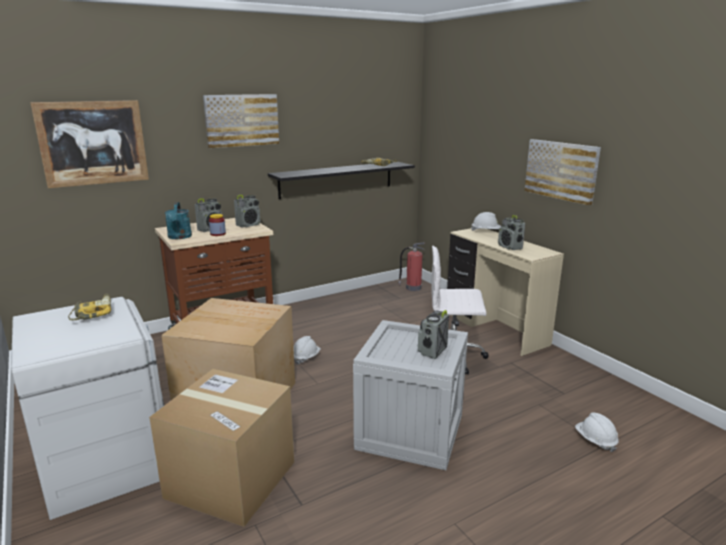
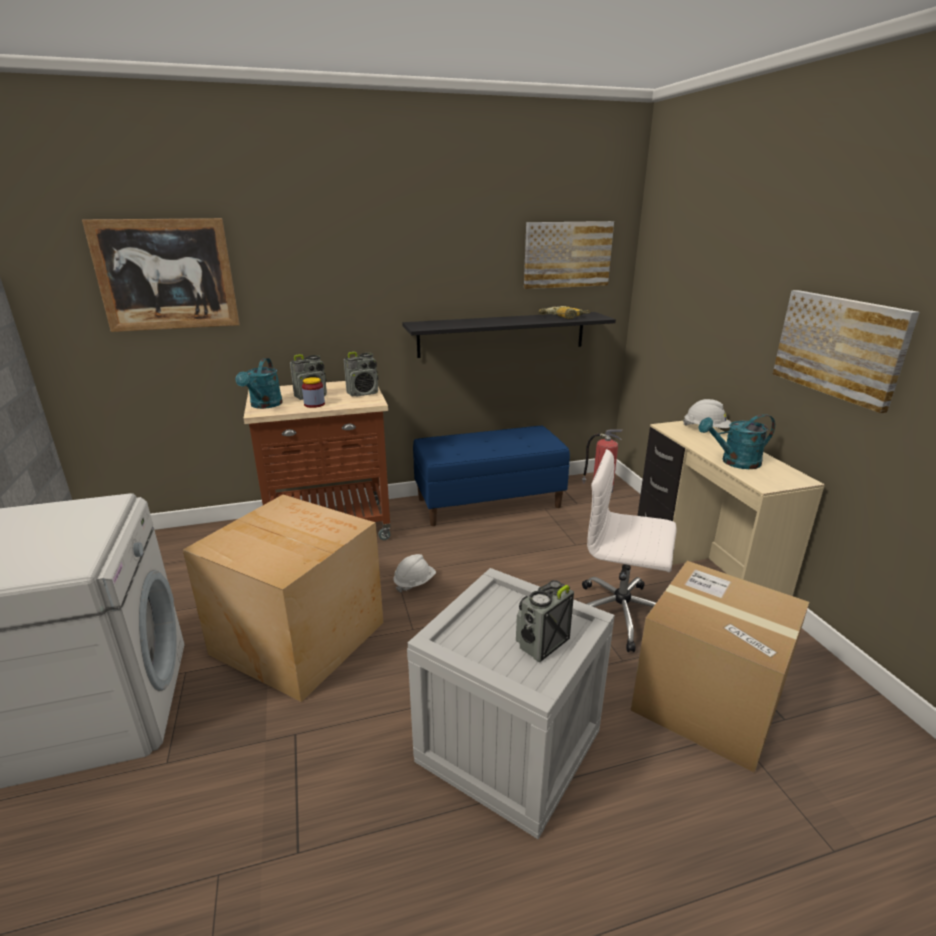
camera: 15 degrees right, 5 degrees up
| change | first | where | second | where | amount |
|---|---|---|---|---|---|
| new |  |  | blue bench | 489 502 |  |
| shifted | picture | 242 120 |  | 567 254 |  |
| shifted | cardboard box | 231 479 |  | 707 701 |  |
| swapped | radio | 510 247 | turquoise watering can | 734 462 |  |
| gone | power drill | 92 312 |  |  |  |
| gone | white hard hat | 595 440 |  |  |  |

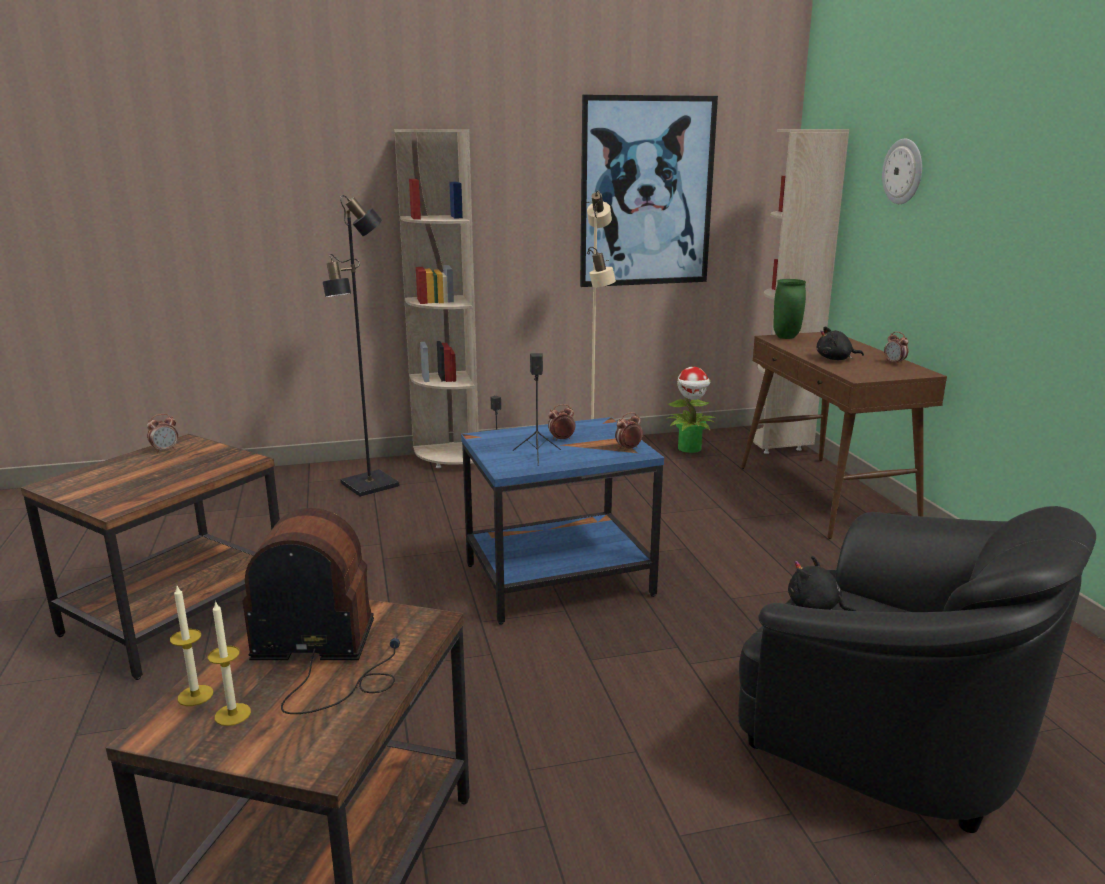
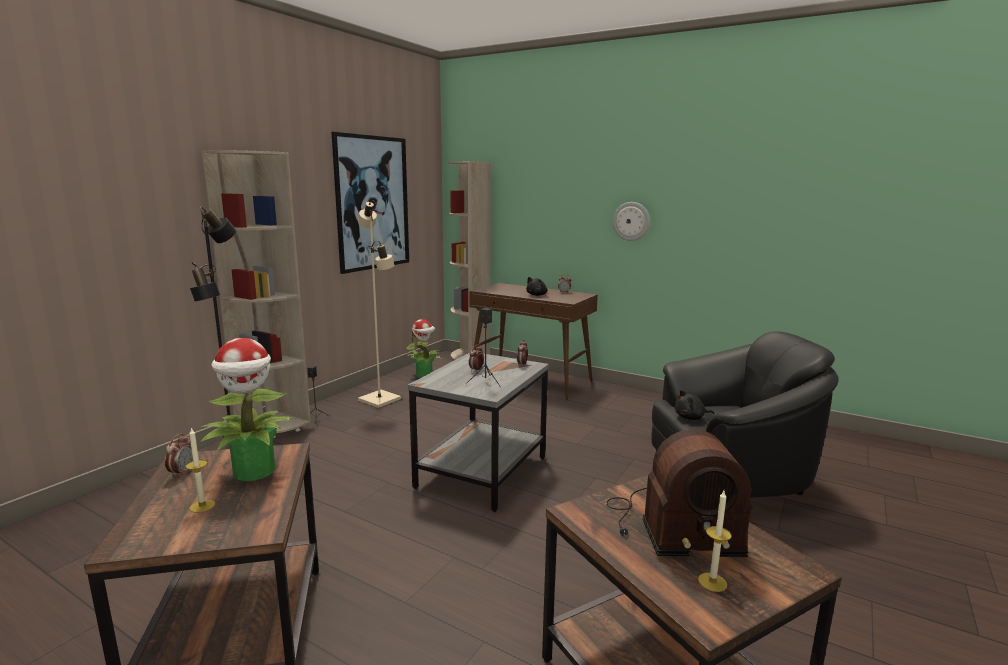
camera: 45 degrees left, 5 degrees down
| change | first | where | second | where | amount |
|---|---|---|---|---|---|
| shifted | candle | 195 695 |  | 202 506 |  |
| new |  |  | potted plant | 254 471 |  |
| repainted | blue side table | 558 581 | grey side table | 483 473 |  |
| rotated | radio | 326 658 |  | 670 526 | 135 degrees counterclockwise |
| shifted | wall clock | 903 171 |  | 631 221 |  |
| gone | green vase | 787 337 |  |  |  |

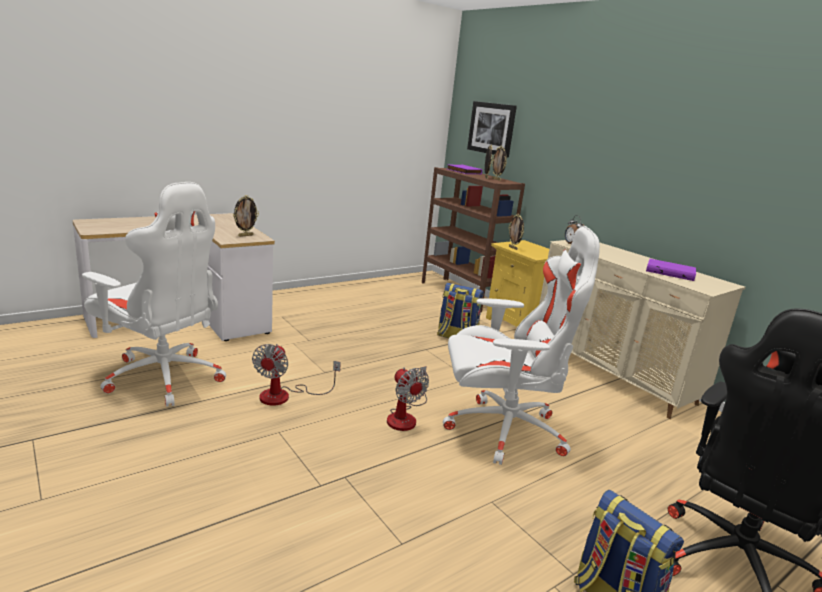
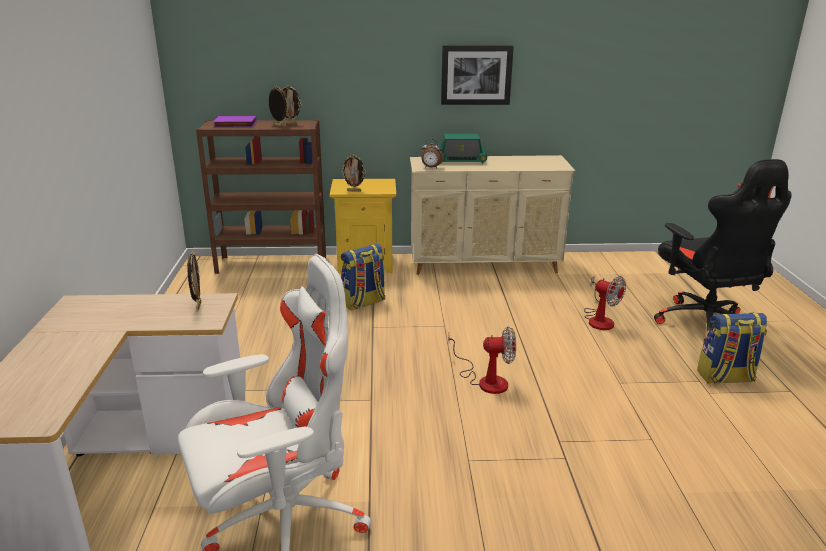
camera: 55 degrees left, 5 degrees up
| change | first | where | second | where | amount |
|---|---|---|---|---|---|
| shifted | picture | 491 128 |  | 476 75 |  |
| new |  |  | radio | 461 160 |  |
| shifted | fan | 285 396 |  | 599 319 |  |
| gone | white office chair | 496 430 |  |  |  |
| gone | purple book | 670 272 |  |  |  |

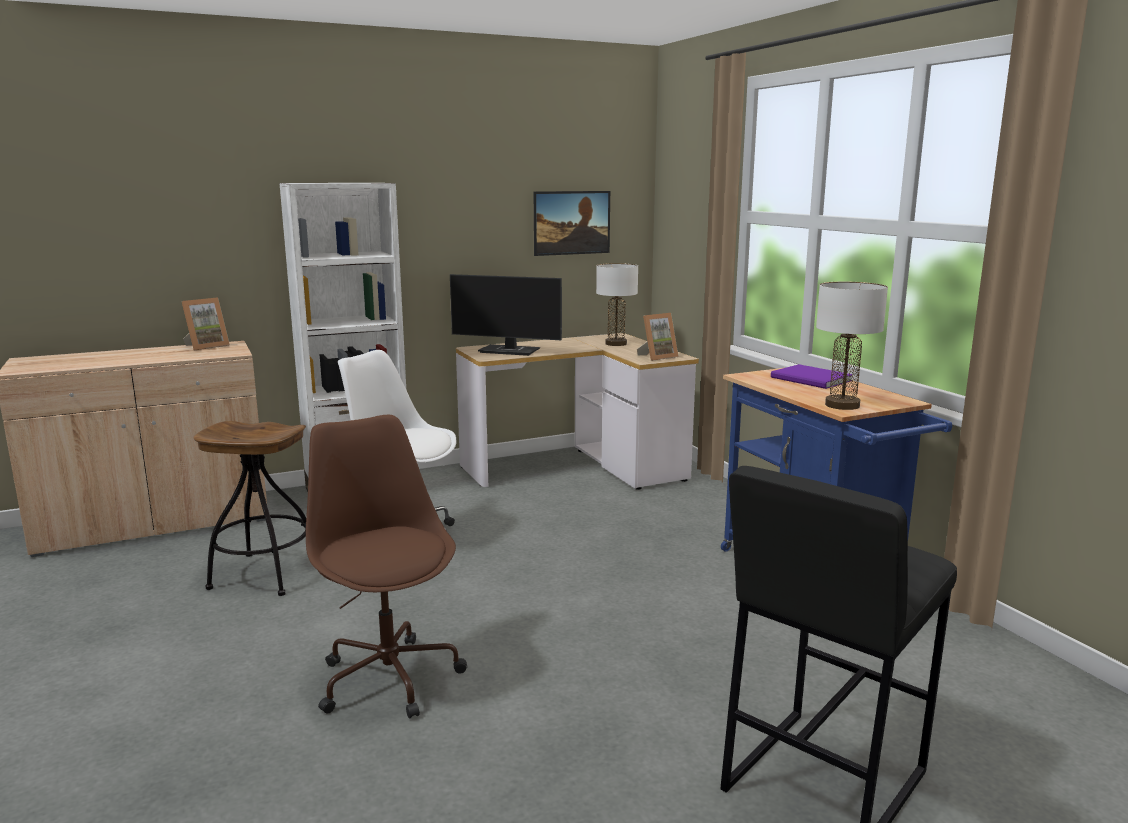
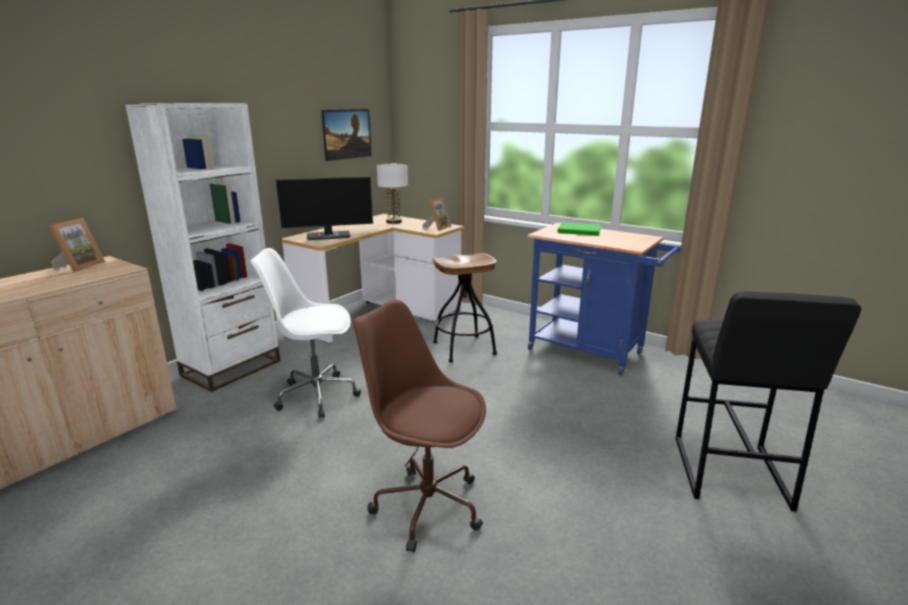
camera: 30 degrees left, 5 degrees up
| change | first | where | second | where | amount |
|---|---|---|---|---|---|
| shifted | brown stool | 264 573 |  | 463 348 |  |
| repainted | purple book | 812 379 | green book | 580 231 |  |
| gone | table lamp | 841 405 |  |  |  |

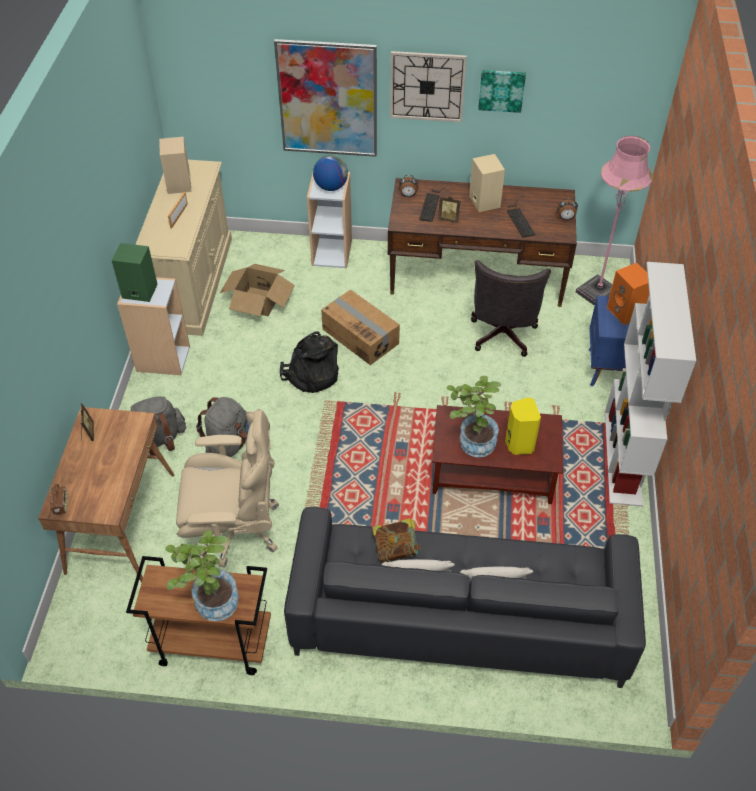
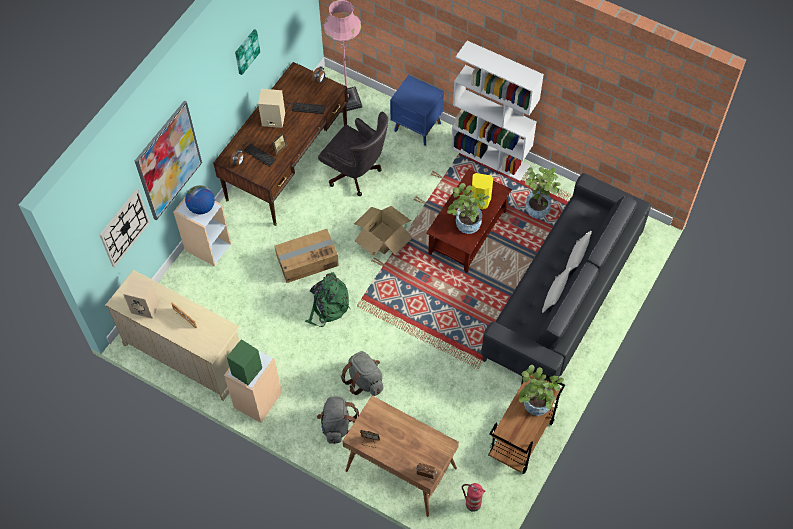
camera: 65 degrees left, 10 degrees up
| change | first | where | second | where | amount |
|---|---|---|---|---|---|
| shifted | wall clock | 427 86 |  | 124 227 |  |
| repainted | black backpack | 311 375 | green backpack | 328 306 |  |
| shifted | cardboard box | 258 301 |  | 383 238 |  |
| new |  |  | fire extinguisher | 472 504 |  |
| new |  |  | potted plant | 538 206 |  |
| gone | beige office chair | 233 529 |  |  |  |
| gone | book | 396 549 |  |  |  |
| gone | orange speaker | 626 312 |  |  |  |

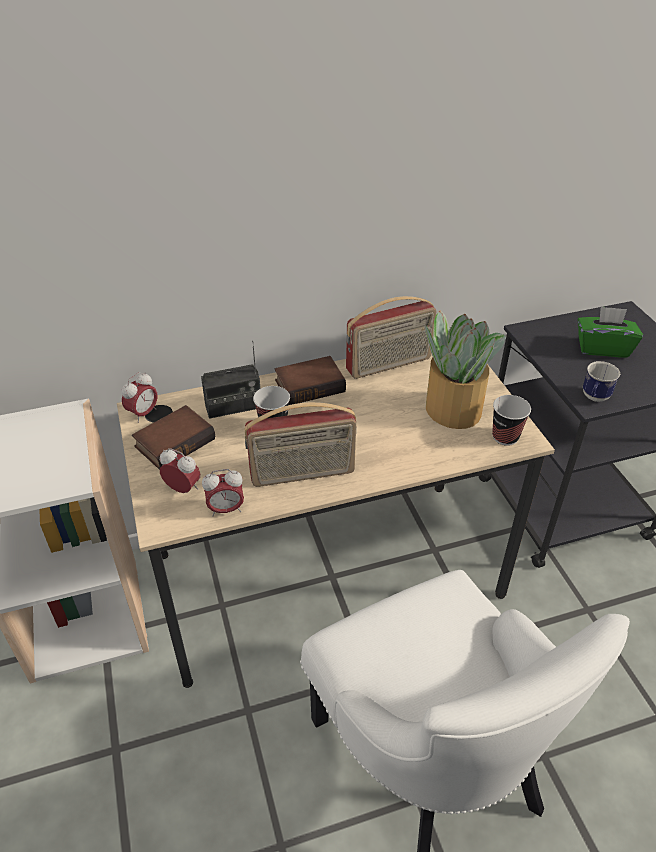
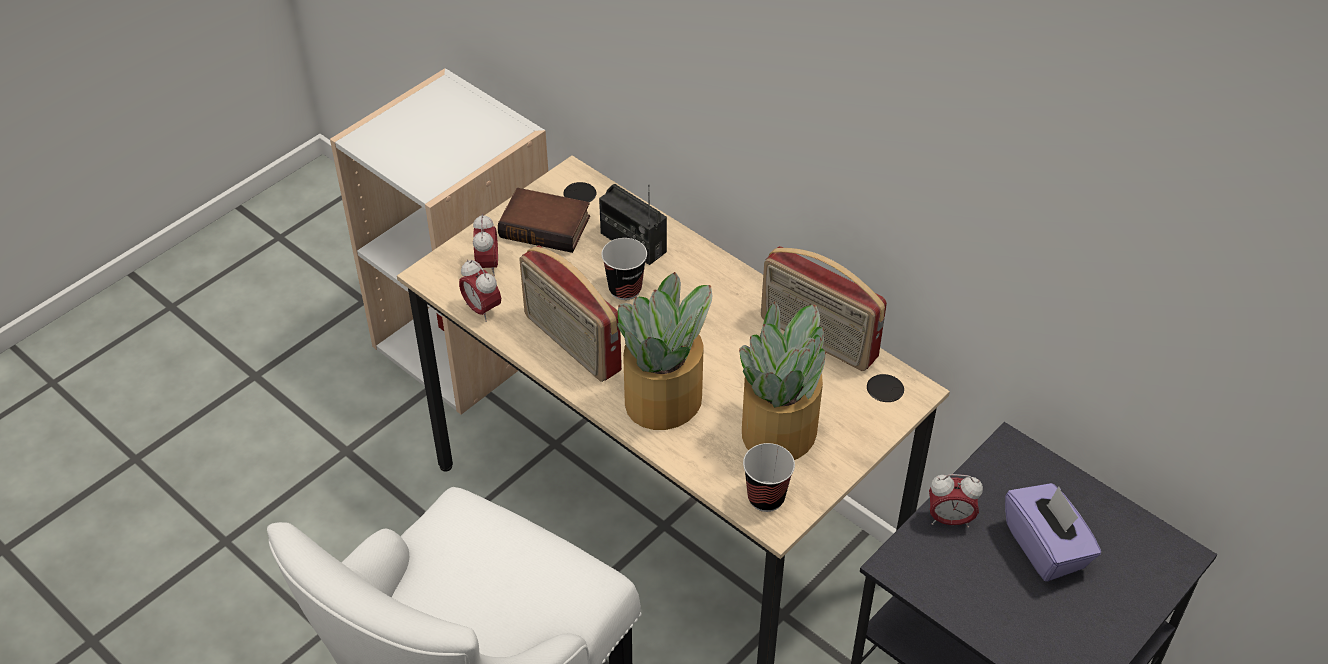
camera: 60 degrees right, 5 degrees up
| change | first | where | second | where | amount |
|---|---|---|---|---|---|
| new |  |  | potted plant | 665 399 |  |
| shifted | alarm clock | 143 413 |  | 949 519 |  |
| repainted | green tissue box | 602 348 | purple tissue box | 1046 547 |  |
| gone | book | 310 384 |  |  |  |
| gone | mug | 594 398 |  |  |  |

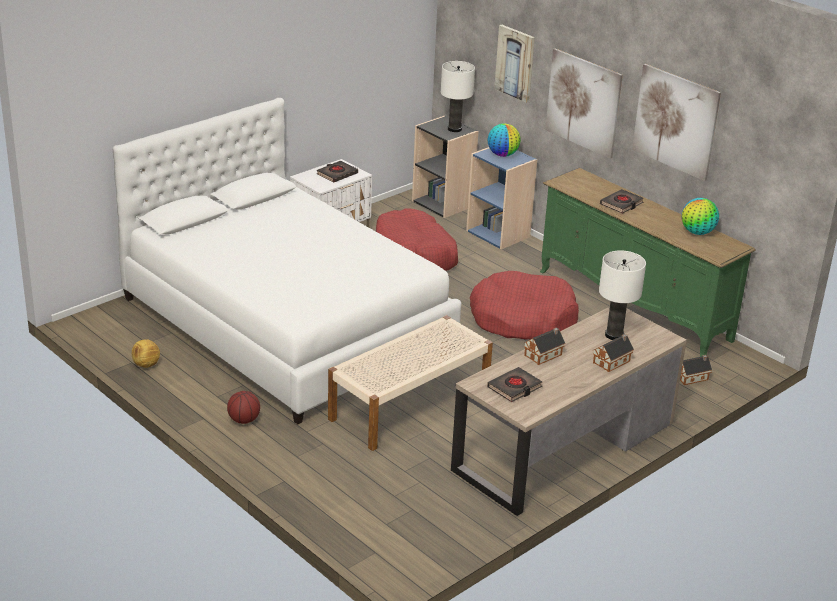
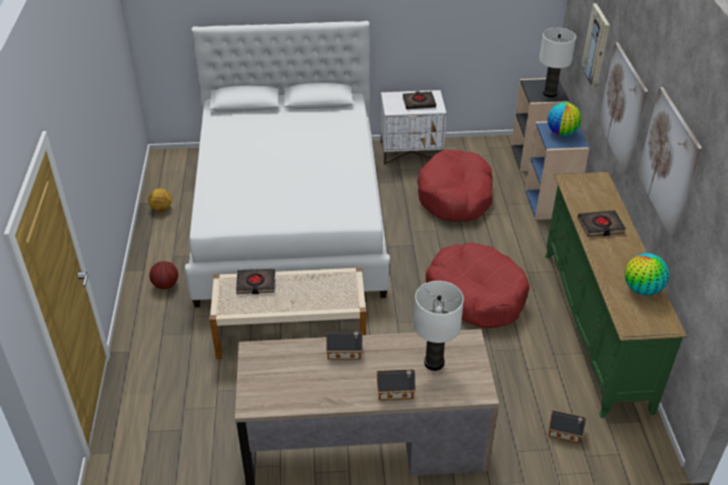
camera: 40 degrees right, 10 degrees up
| change | first | where | second | where | amount |
|---|---|---|---|---|---|
| shifted | black book | 514 388 |  | 256 283 |  |

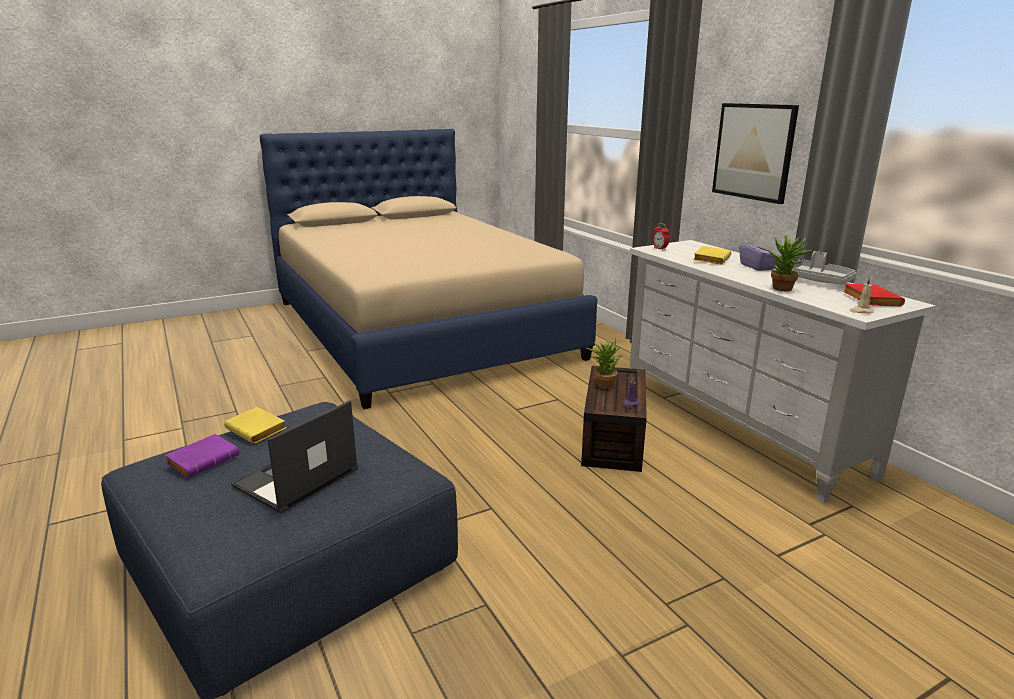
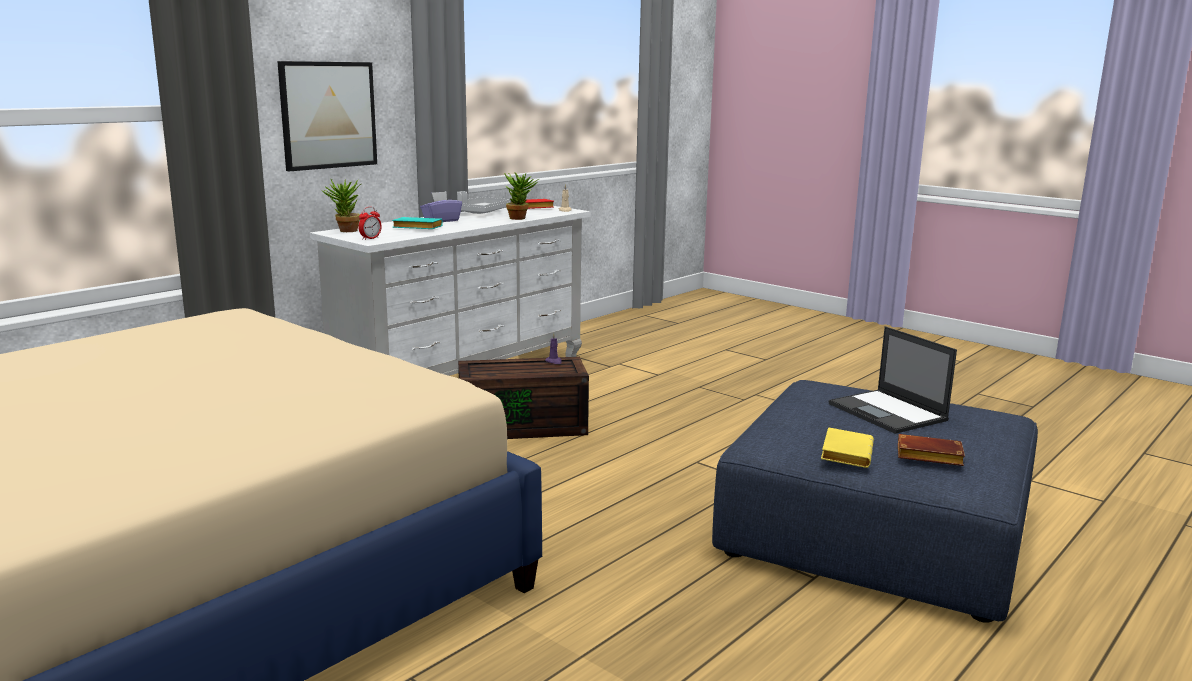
camera: 110 degrees left, 5 degrees down
| change | first | where | second | where | amount |
|---|---|---|---|---|---|
| shifted | potted plant | 603 384 |  | 345 231 |  |
| repainted | yellow book | 710 259 | turquoise book | 416 228 |  |
| rotated | laptop | 295 478 |  | 888 412 | 45 degrees clockwise |
| repainted | purple book | 204 460 | brown book | 927 457 |  |

